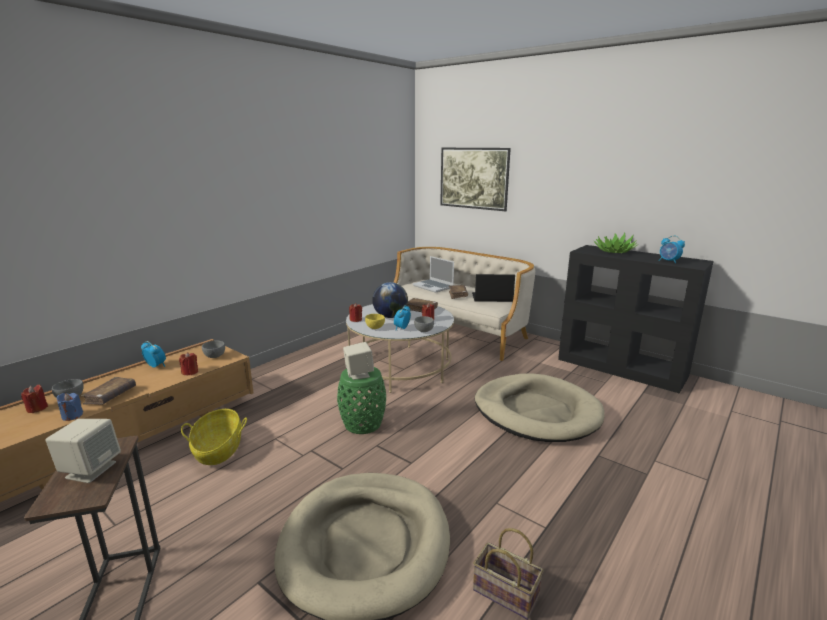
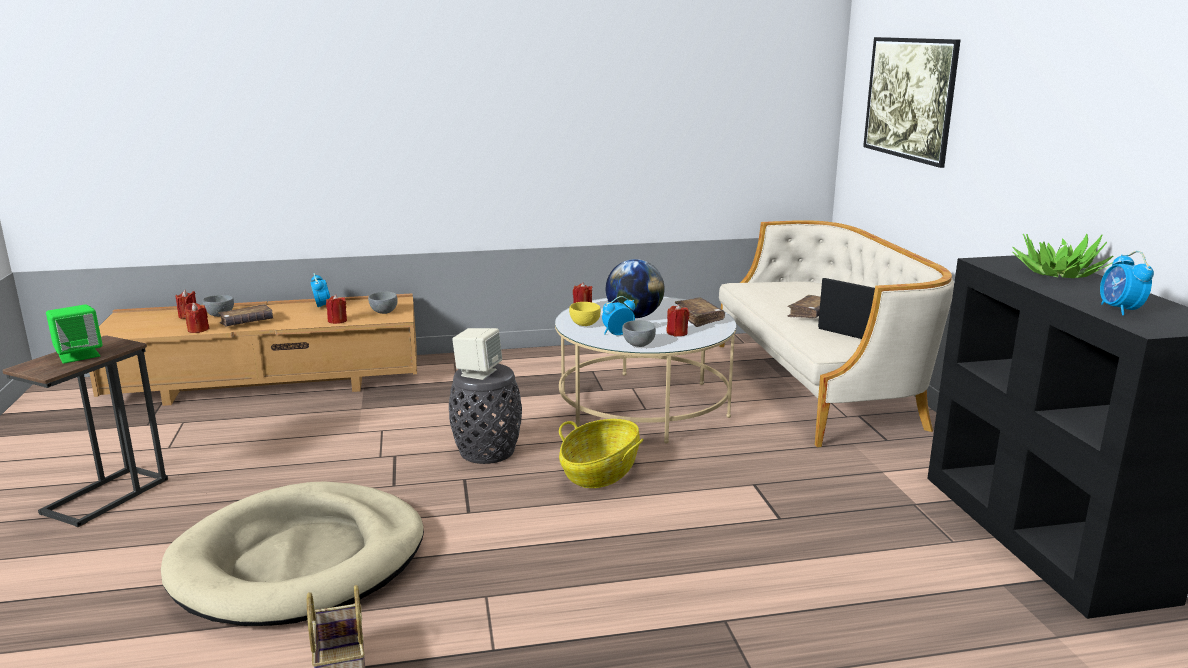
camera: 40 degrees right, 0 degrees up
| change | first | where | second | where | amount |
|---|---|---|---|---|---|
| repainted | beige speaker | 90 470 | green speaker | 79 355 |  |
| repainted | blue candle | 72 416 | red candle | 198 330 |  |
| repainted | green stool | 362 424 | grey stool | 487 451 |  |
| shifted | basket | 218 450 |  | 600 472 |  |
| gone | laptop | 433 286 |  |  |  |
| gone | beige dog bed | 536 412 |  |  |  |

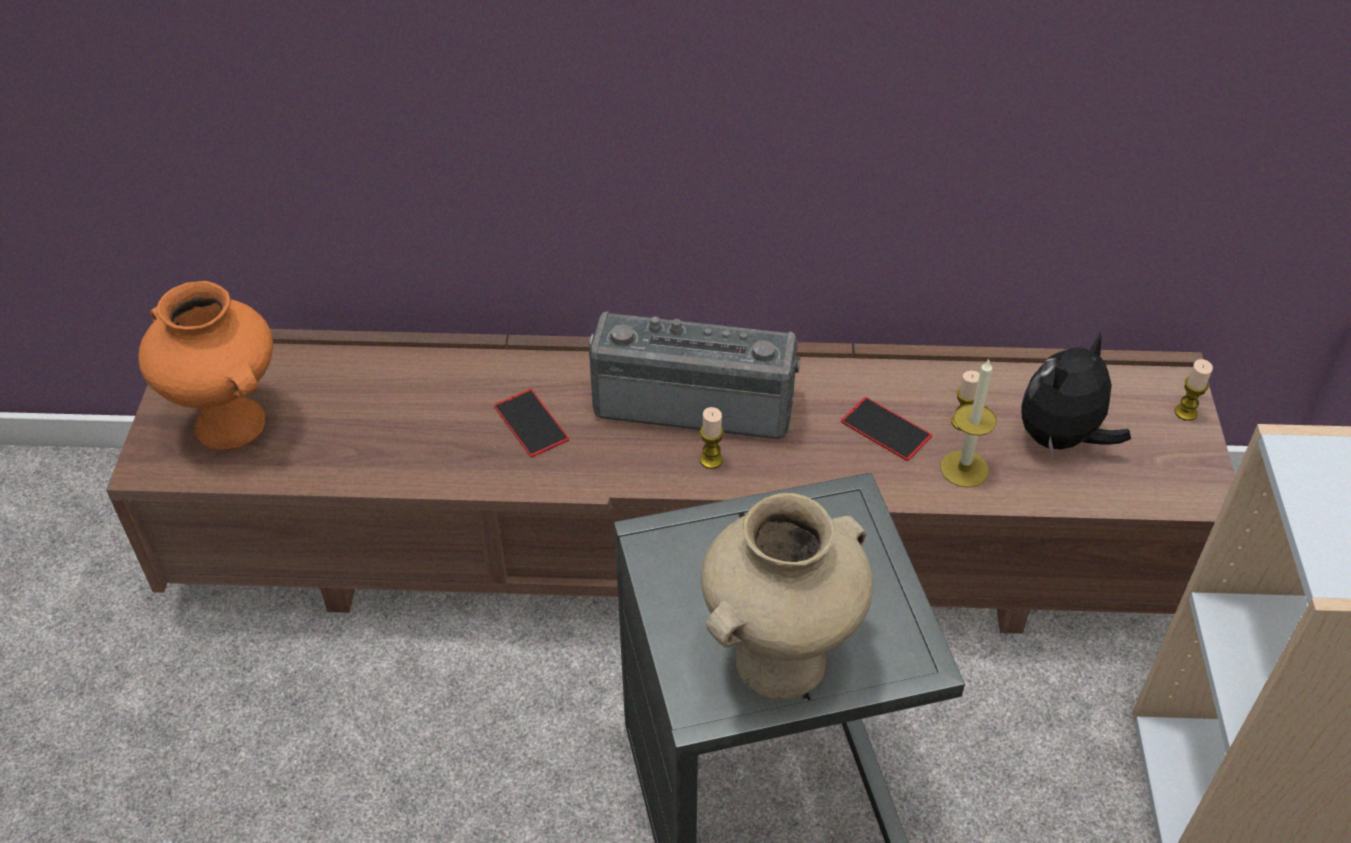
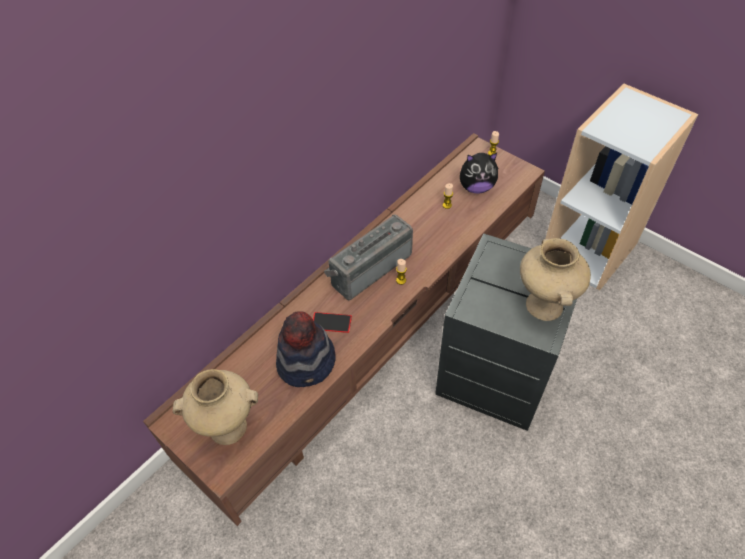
camera: 50 degrees left, 5 degrees up
| change | first | where | second | where | amount |
|---|---|---|---|---|---|
| repainted | orange vase | 233 424 | beige vase | 229 426 |  |
| new |  |  | hat | 307 362 |  |
| rotated | plush toy | 1061 439 |  | 476 187 | 90 degrees counterclockwise |
| gone | phone | 885 429 |  |  |  |
| gone | candle | 964 469 |  |  |  |

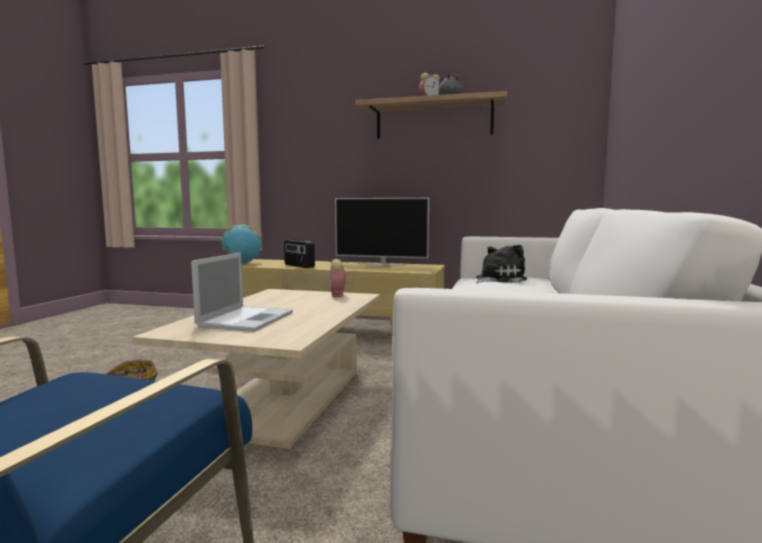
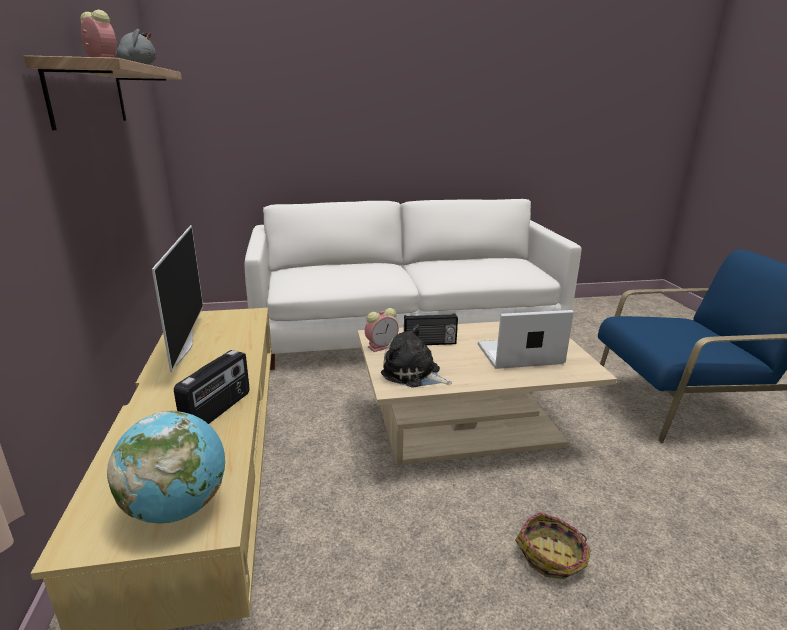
camera: 115 degrees left, 15 degrees up
| change | first | where | second | where | amount |
|---|---|---|---|---|---|
| shifted | plush toy | 497 280 |  | 413 374 |  |
| new |  |  | radio | 429 343 |  |

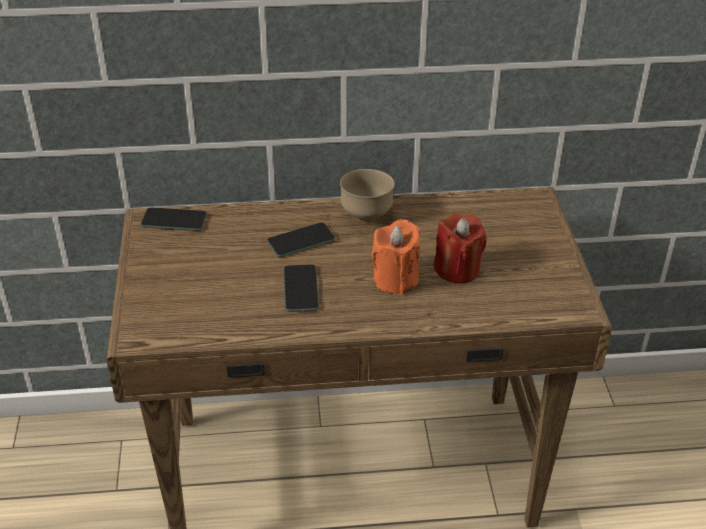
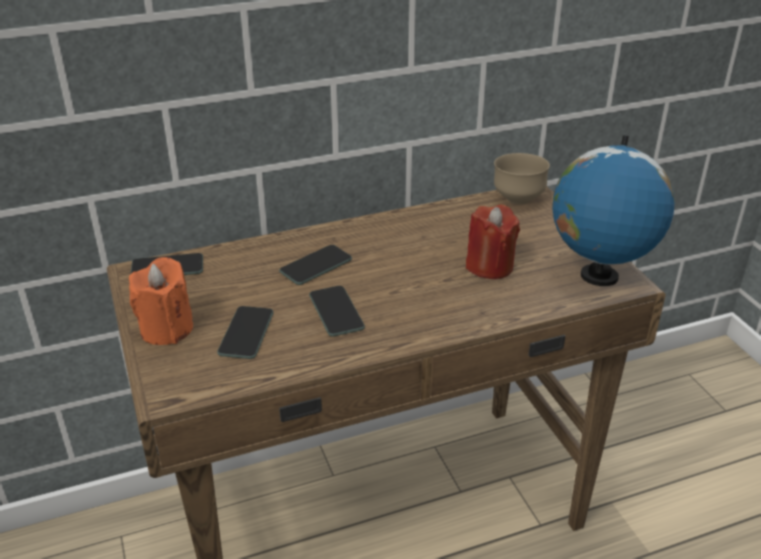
camera: 15 degrees left, 5 degrees down
| change | first | where | second | where | amount |
|---|---|---|---|---|---|
| shifted | orange candle | 395 279 |  | 166 329 |  |
| new |  |  | phone | 246 333 |  |
| shifted | brown bowl | 366 215 |  | 518 199 |  |
| new |  |  | globe | 598 276 |  |

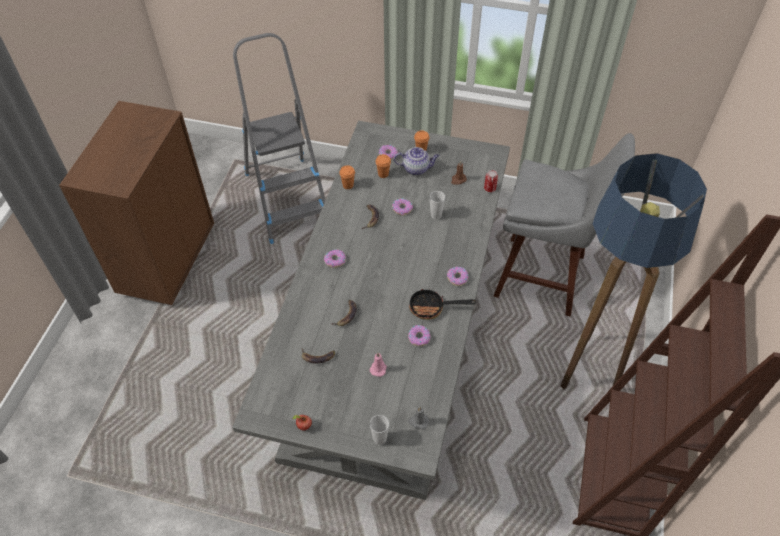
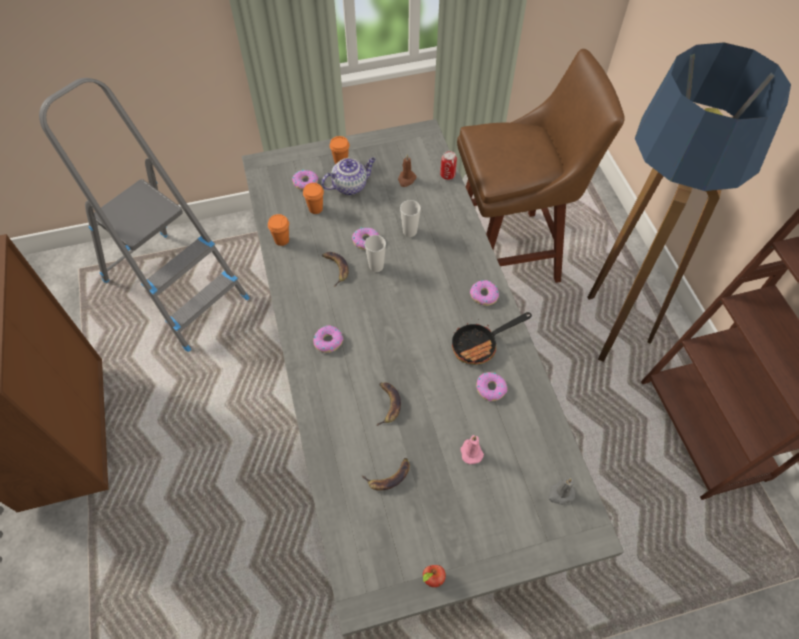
camera: 30 degrees left, 5 degrees up
| change | first | where | second | where | amount |
|---|---|---|---|---|---|
| shifted | cup | 380 438 |  | 376 266 |  |
| repainted | grey stool | 544 277 | brown stool | 509 252 |  |

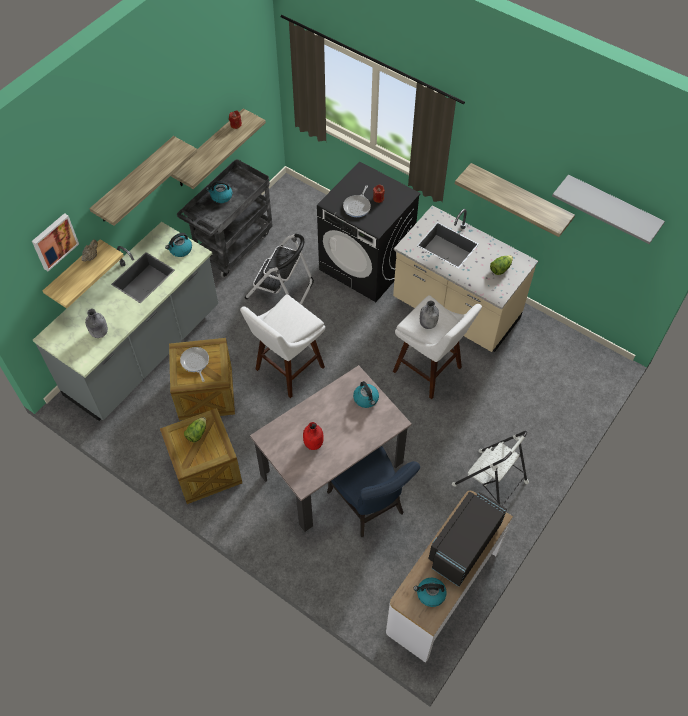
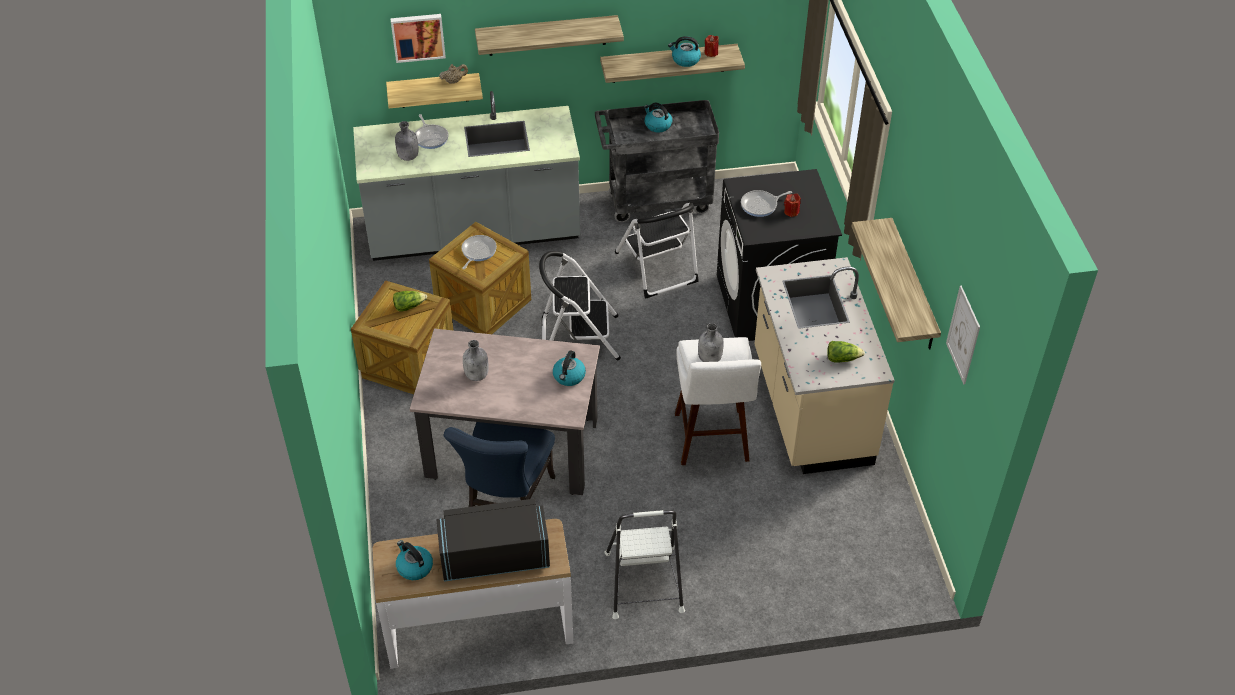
camera: 45 degrees right, 10 degrees down
| change | first | where | second | where | amount |
|---|---|---|---|---|---|
| new |  |  | frying pan | 431 137 |  |
| repainted | red bottle | 314 443 | grey bottle | 477 375 |  |
| swapped | white stool | 287 370 | step ladder | 577 338 |  |
| shifted | kettle | 180 250 |  | 685 60 |  |
| swapped | grey shelf | 612 207 | picture | 963 335 |  |

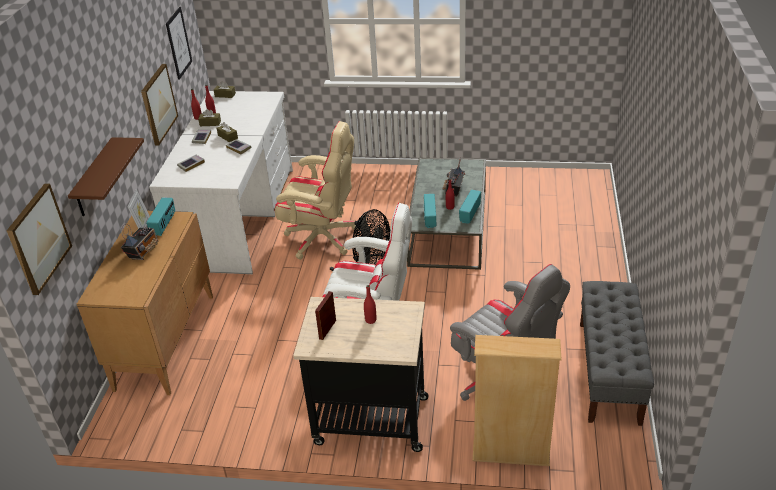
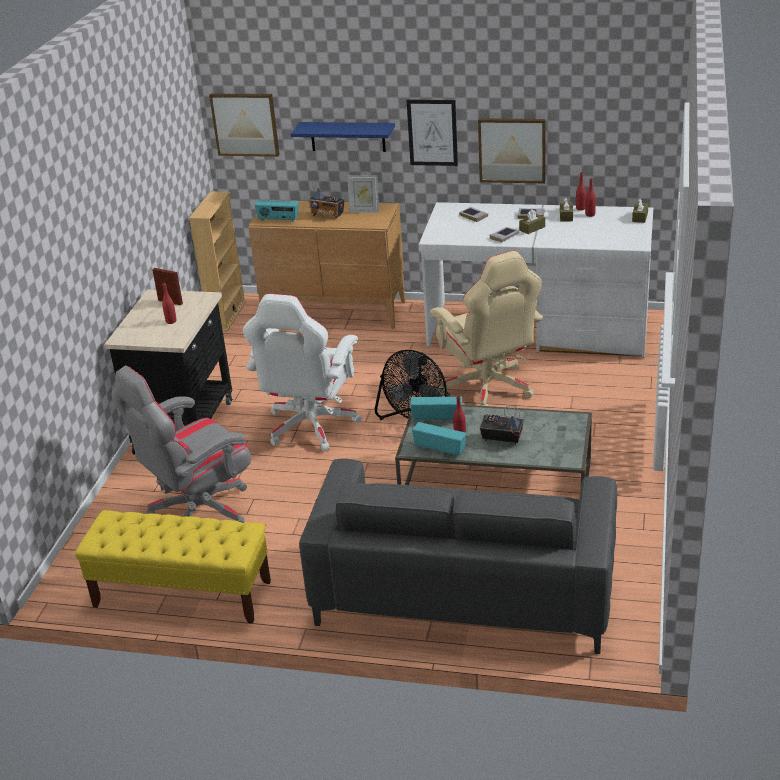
camera: 95 degrees right, 5 degrees down
| change | first | where | second | where | amount |
|---|---|---|---|---|---|
| repainted | grey bench | 609 372 | yellow bench | 181 594 |  |
| shifted | beige bookcase | 510 454 |  | 227 315 |  |
| shifted | radio | 164 225 |  | 278 220 |  |
| repainted | brown shelf | 94 178 | blue shelf | 347 136 |  |
| new |  |  | grey sofa | 463 594 |  |
| shifted | picture | 178 43 |  | 432 132 |  |
| rotated | beige office chair | 321 238 |  | 487 387 | 45 degrees counterclockwise |

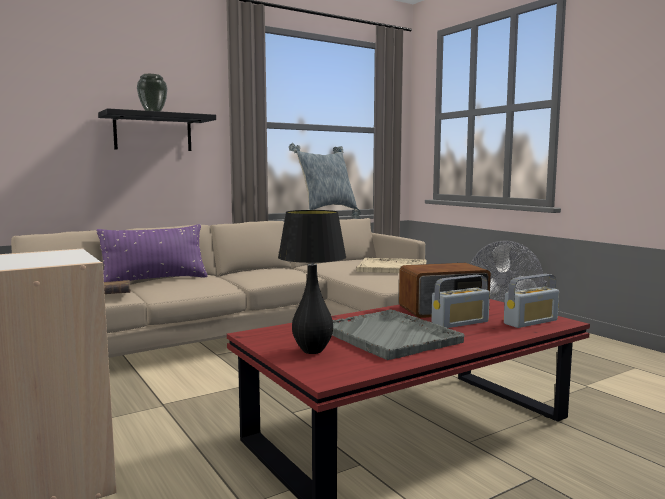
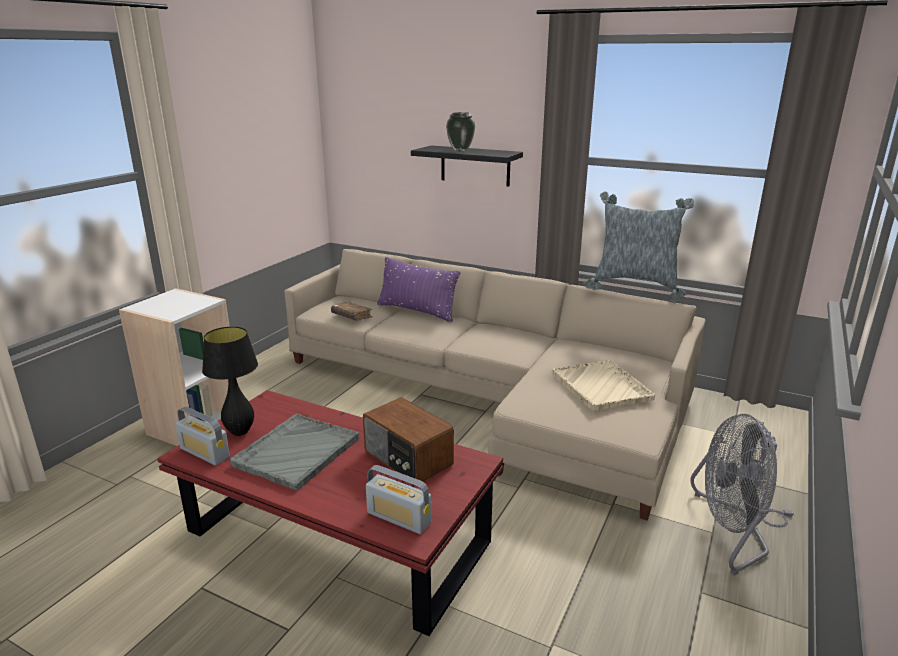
camera: 60 degrees right, 15 degrees up
| change | first | where | second | where | amount |
|---|---|---|---|---|---|
| shifted | radio | 460 323 |  | 205 453 |  |

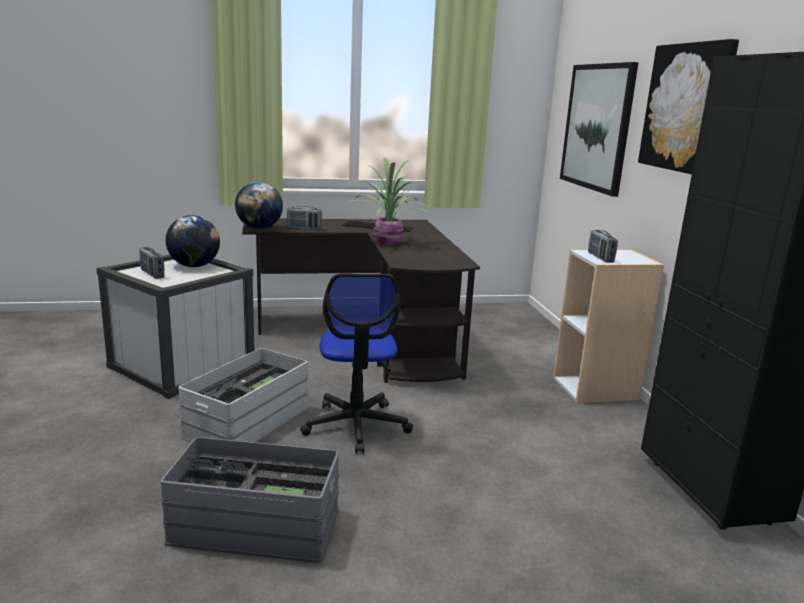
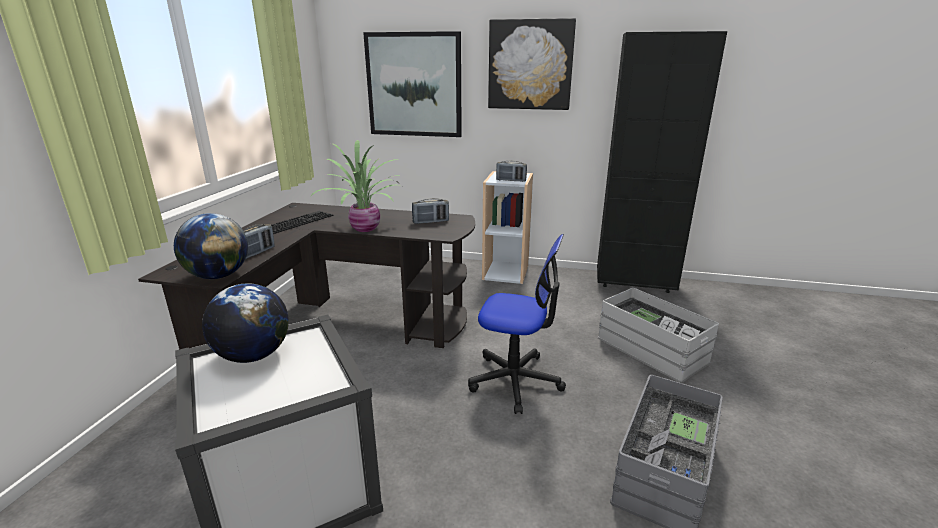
camera: 65 degrees left, 5 degrees up
| change | first | where | second | where | amount |
|---|---|---|---|---|---|
| shifted | radio | 152 274 |  | 430 222 |  |
| shifted | grey storage box | 248 422 |  | 652 349 |  |

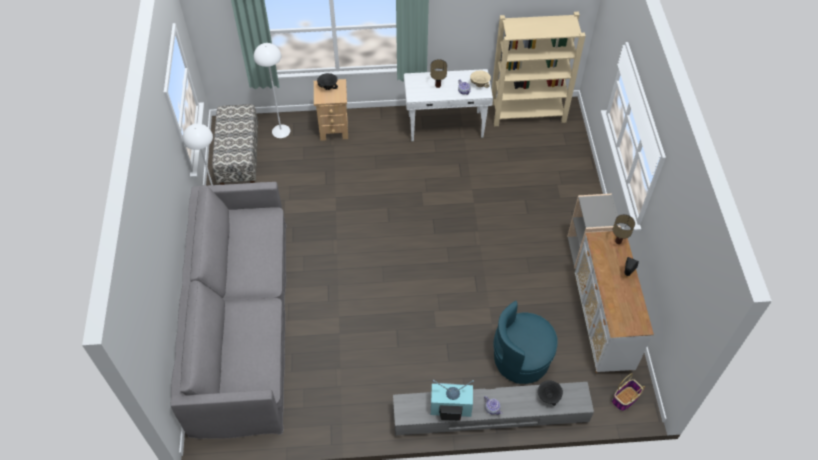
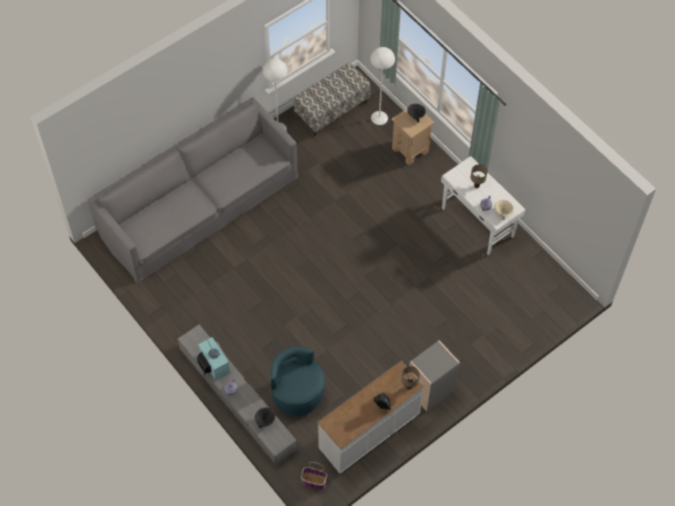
camera: 55 degrees right, 5 degrees up
| change | first | where | second | where | amount |
|---|---|---|---|---|---|
| gone | beige bookcase | 528 112 |  |  |  |

